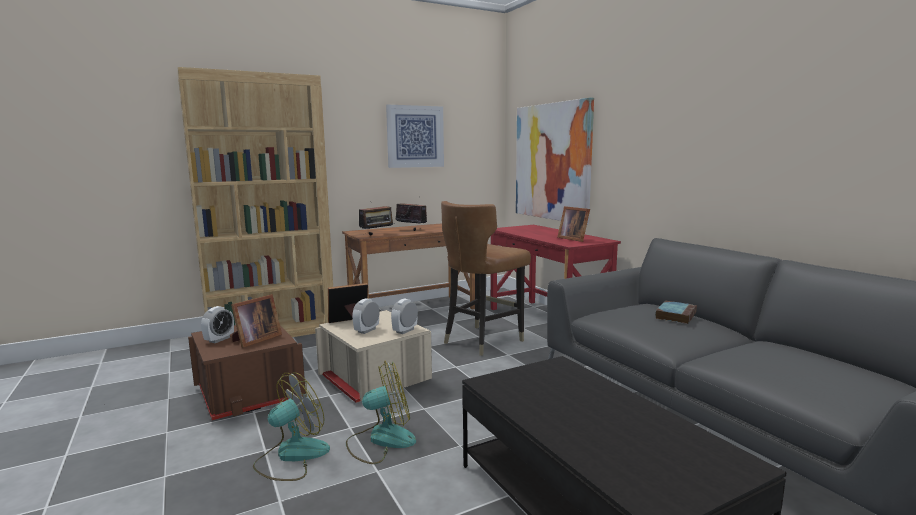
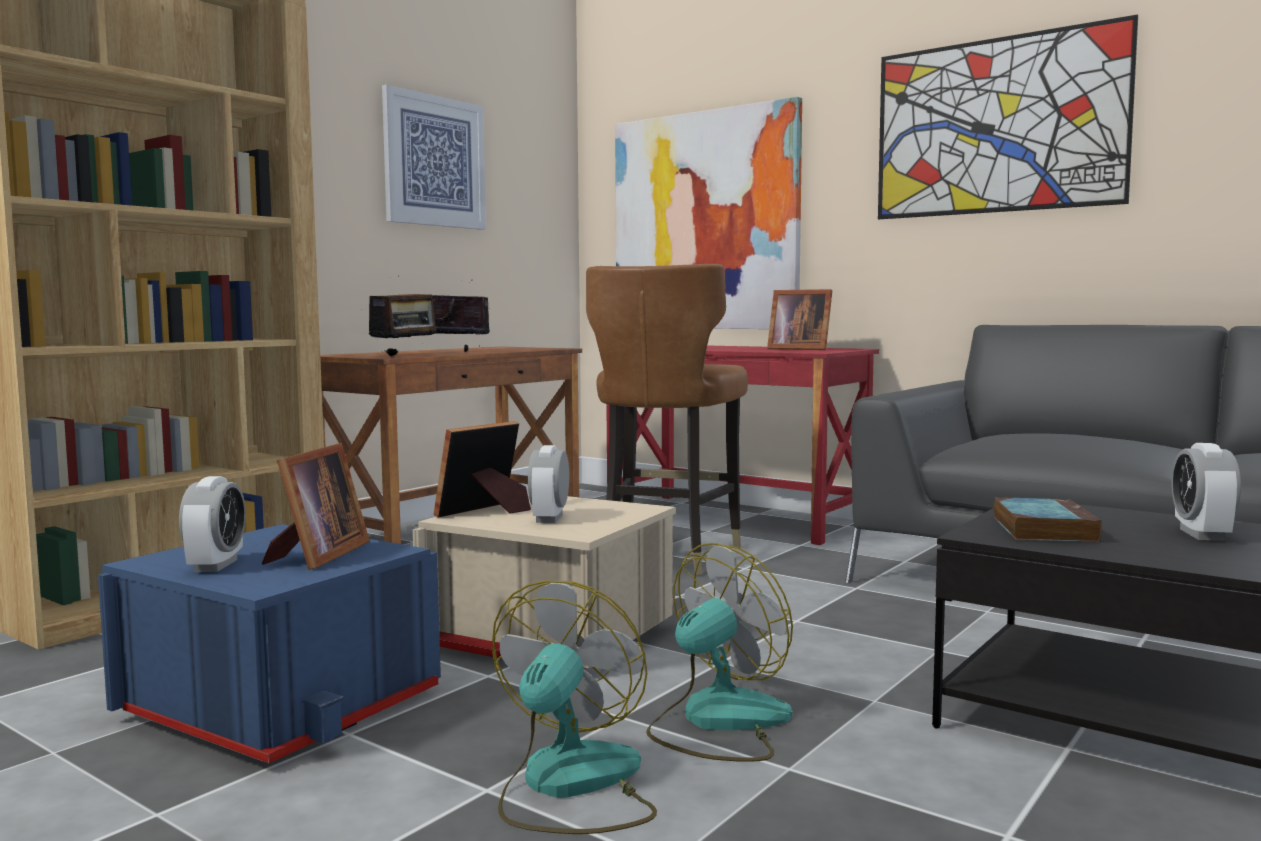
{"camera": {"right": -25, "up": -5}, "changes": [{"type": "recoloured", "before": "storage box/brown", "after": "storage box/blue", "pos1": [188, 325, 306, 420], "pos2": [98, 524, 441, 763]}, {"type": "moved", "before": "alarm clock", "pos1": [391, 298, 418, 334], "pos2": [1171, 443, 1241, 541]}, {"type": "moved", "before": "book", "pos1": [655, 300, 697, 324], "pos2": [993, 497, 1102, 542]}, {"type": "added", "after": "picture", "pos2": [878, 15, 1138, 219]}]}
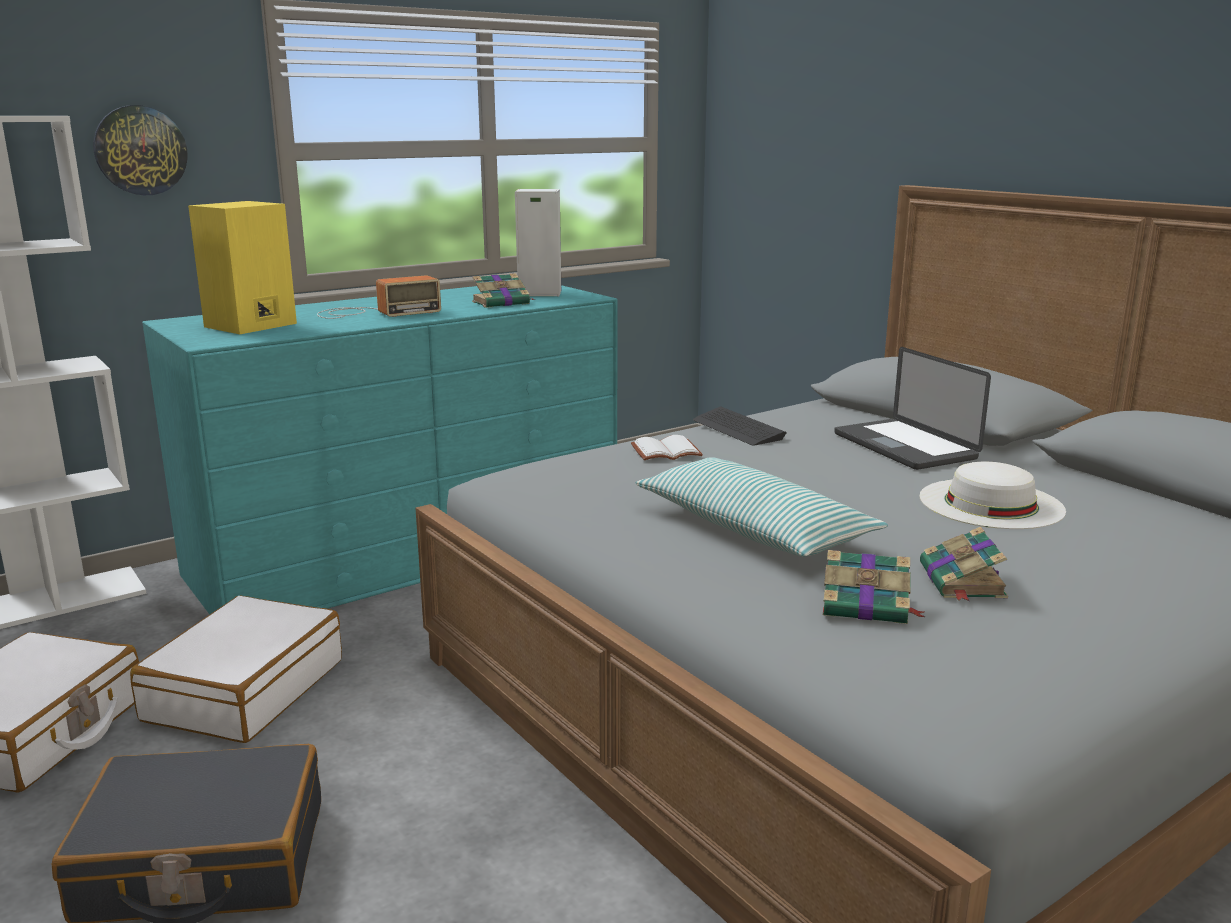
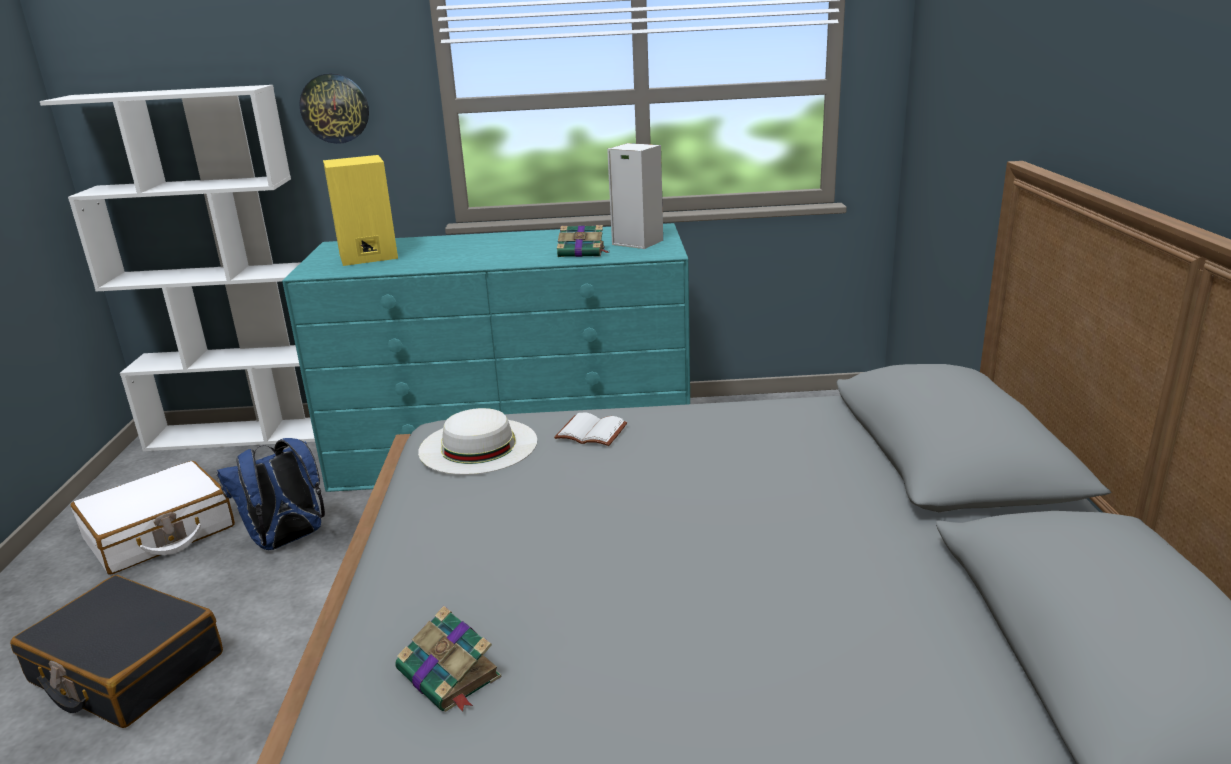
{"camera": {"right": 35, "up": 5}, "changes": [{"type": "replaced", "before": "suitcase/white", "after": "backpack/blue", "pos1": [130, 595, 342, 743], "pos2": [217, 438, 325, 550]}, {"type": "removed", "before": "radio", "pos1": [317, 275, 441, 319]}, {"type": "removed", "before": "pillow", "pos1": [636, 457, 888, 557]}, {"type": "removed", "before": "keyboard", "pos1": [693, 406, 787, 446]}, {"type": "removed", "before": "laptop", "pos1": [834, 347, 991, 470]}, {"type": "moved", "before": "hat/white", "pos1": [919, 462, 1066, 529], "pos2": [418, 408, 537, 475]}, {"type": "removed", "before": "book", "pos1": [920, 527, 1008, 601]}]}
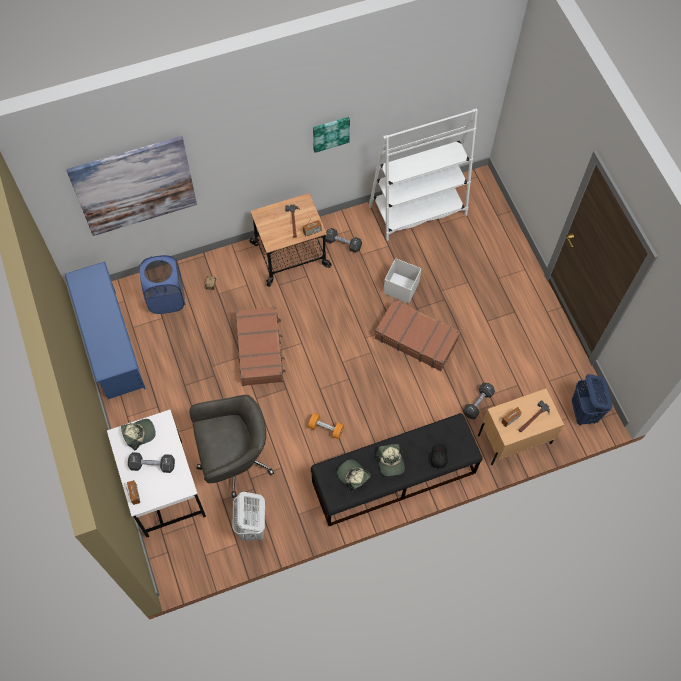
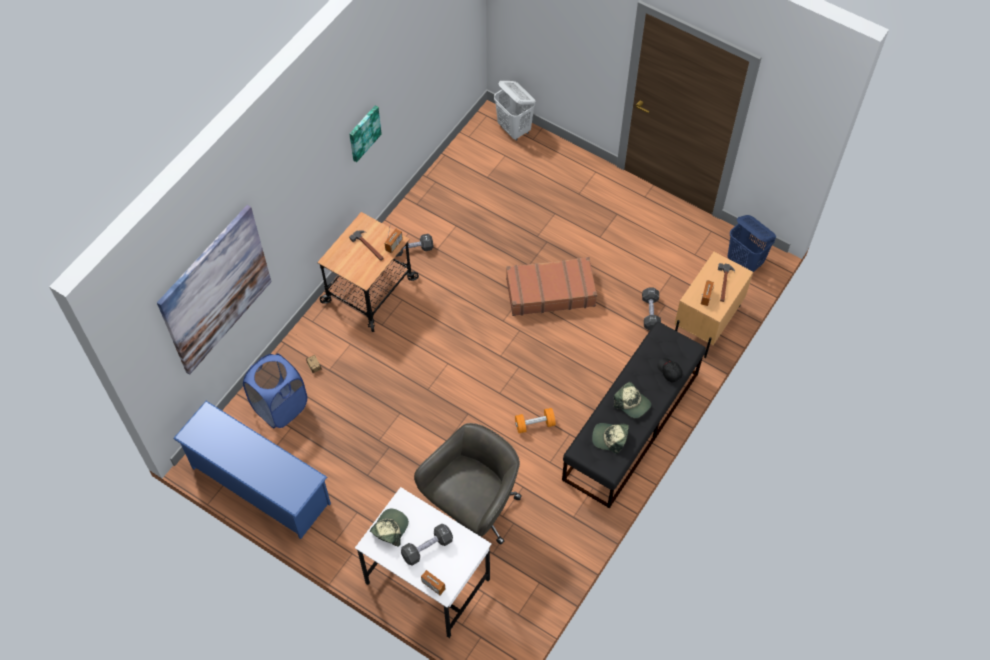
{"camera": {"right": -35, "up": -5}, "changes": [{"type": "moved", "before": "laundry basket/white", "pos1": [232, 492, 265, 541], "pos2": [494, 81, 535, 141]}, {"type": "removed", "before": "suitcase/brown", "pos1": [236, 306, 286, 386]}, {"type": "removed", "before": "bookcase/white", "pos1": [369, 108, 478, 241]}, {"type": "removed", "before": "storage box/white", "pos1": [383, 258, 421, 304]}]}
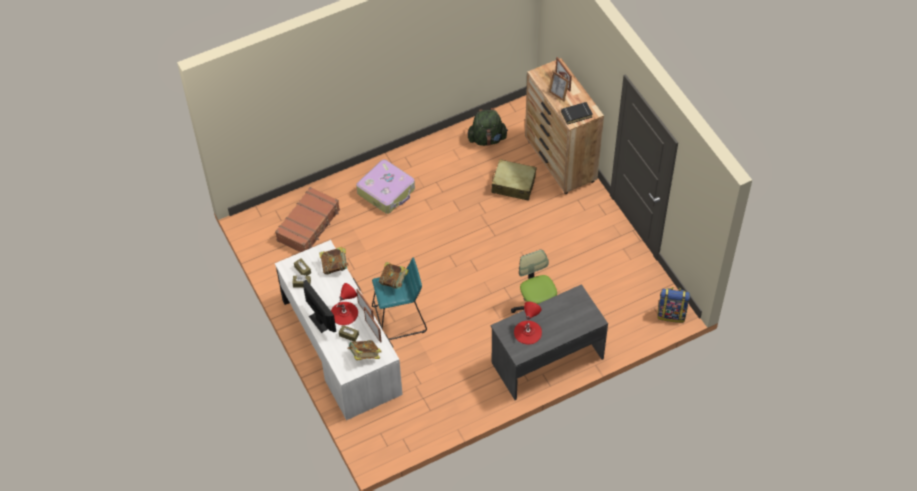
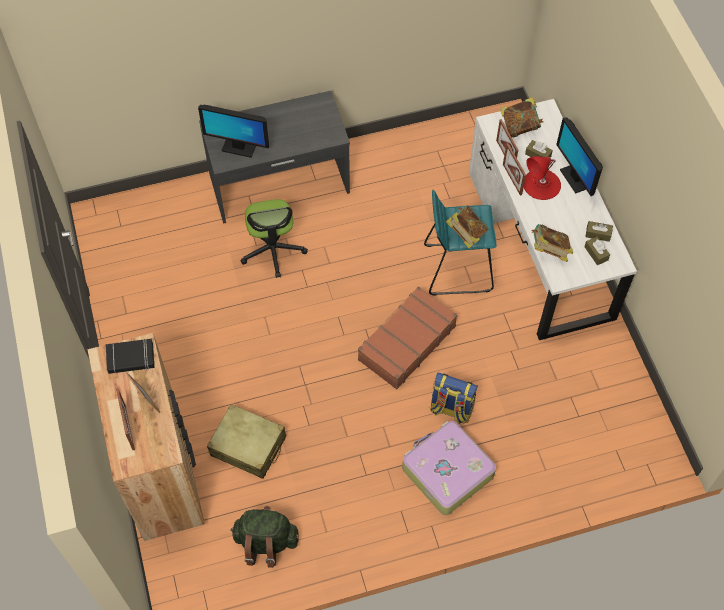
{"camera": {"right": -170, "up": 5}, "changes": [{"type": "moved", "before": "suitcase/brown", "pos1": [275, 187, 340, 252], "pos2": [358, 286, 457, 389]}, {"type": "removed", "before": "table lamp/red", "pos1": [514, 302, 542, 345]}, {"type": "moved", "before": "backpack", "pos1": [658, 287, 690, 323], "pos2": [430, 373, 478, 424]}, {"type": "added", "after": "monitor", "pos2": [198, 104, 269, 158]}]}
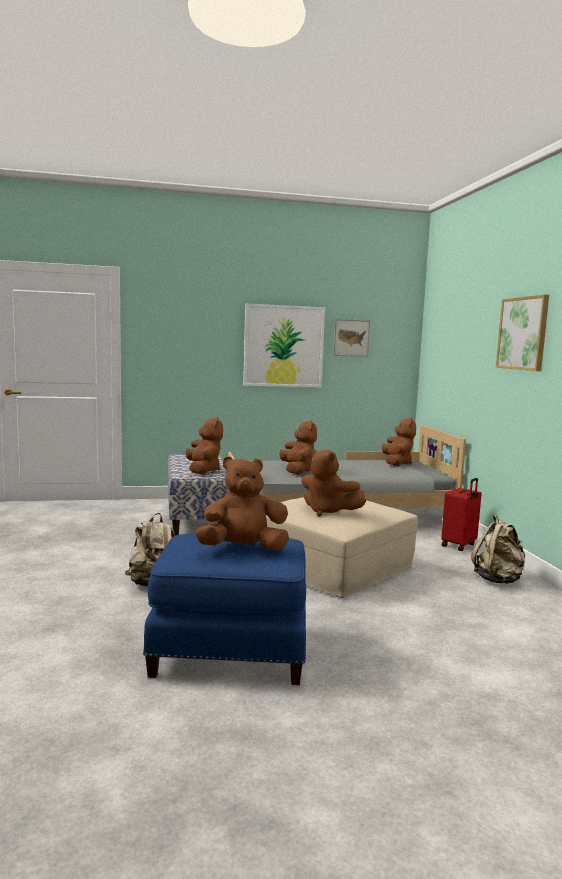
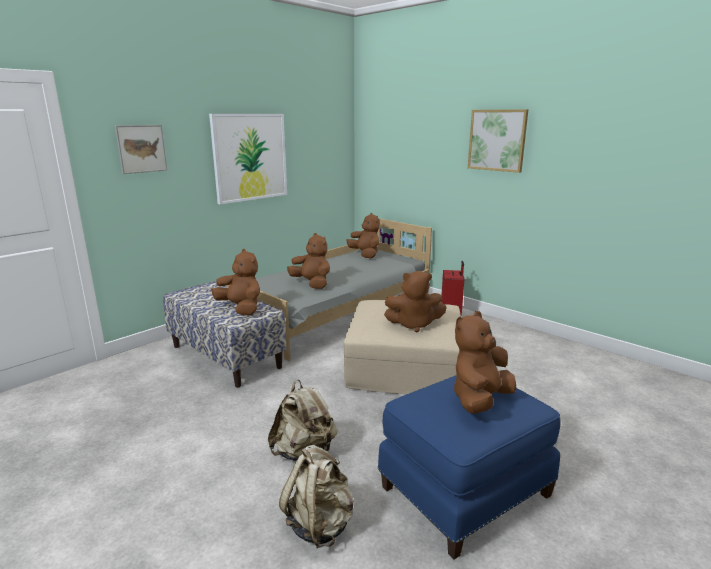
{"camera": {"right": -35, "up": 10}, "changes": [{"type": "moved", "before": "picture", "pos1": [333, 319, 370, 357], "pos2": [115, 125, 167, 174]}, {"type": "moved", "before": "backpack/beige", "pos1": [471, 514, 525, 584], "pos2": [279, 445, 354, 548]}]}
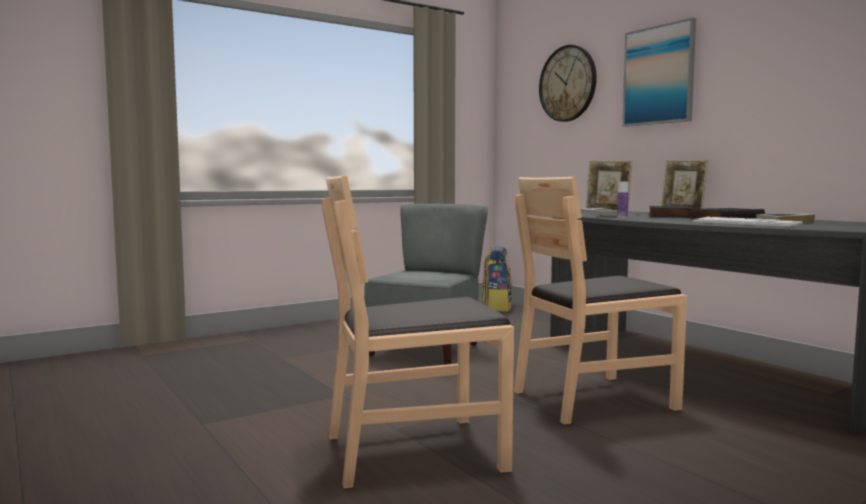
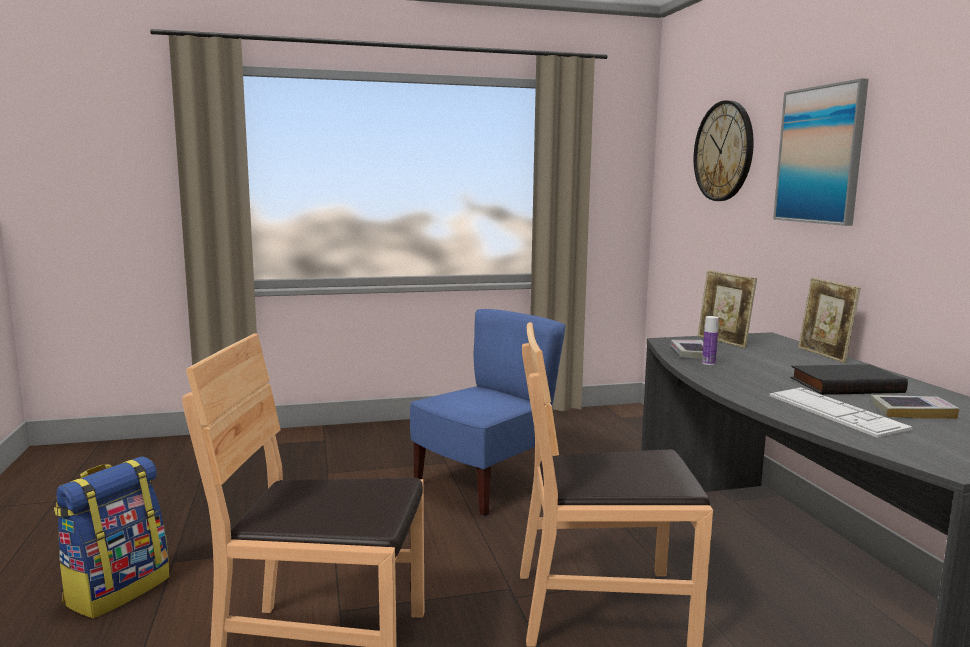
{"camera": {"right": 20, "up": 5}, "changes": [{"type": "recoloured", "before": "chair/grey", "after": "chair/blue", "pos1": [365, 204, 488, 365], "pos2": [410, 309, 566, 517]}, {"type": "moved", "before": "backpack", "pos1": [481, 246, 513, 311], "pos2": [54, 457, 170, 619]}, {"type": "removed", "before": "book/black", "pos1": [649, 206, 691, 218]}]}
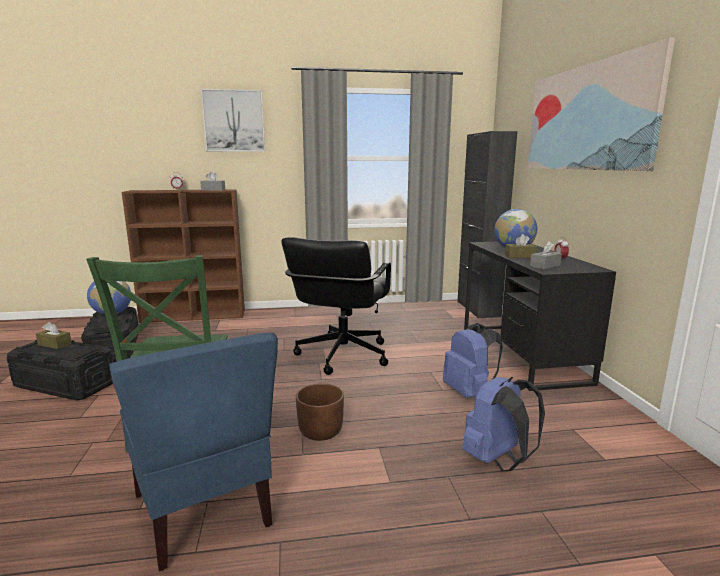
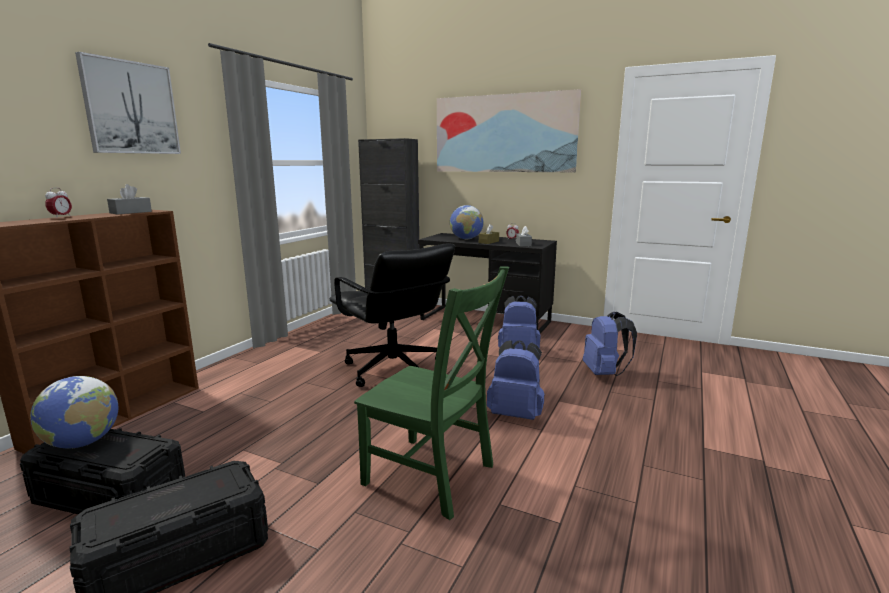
{"camera": {"right": -55, "up": 0}, "changes": [{"type": "removed", "before": "tissue box/brown", "pos1": [36, 322, 72, 349]}, {"type": "removed", "before": "chair/blue", "pos1": [109, 333, 278, 571]}, {"type": "replaced", "before": "planter/brown", "after": "backpack/blue", "pos1": [296, 383, 344, 441], "pos2": [487, 340, 544, 420]}]}
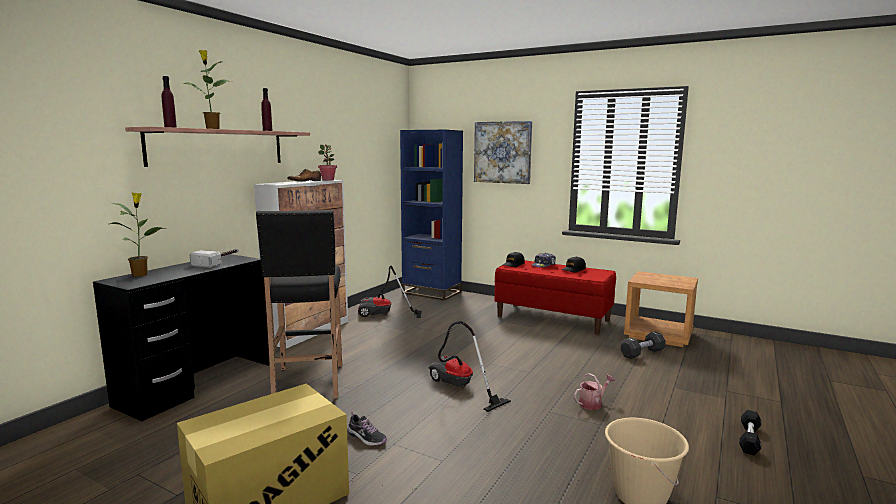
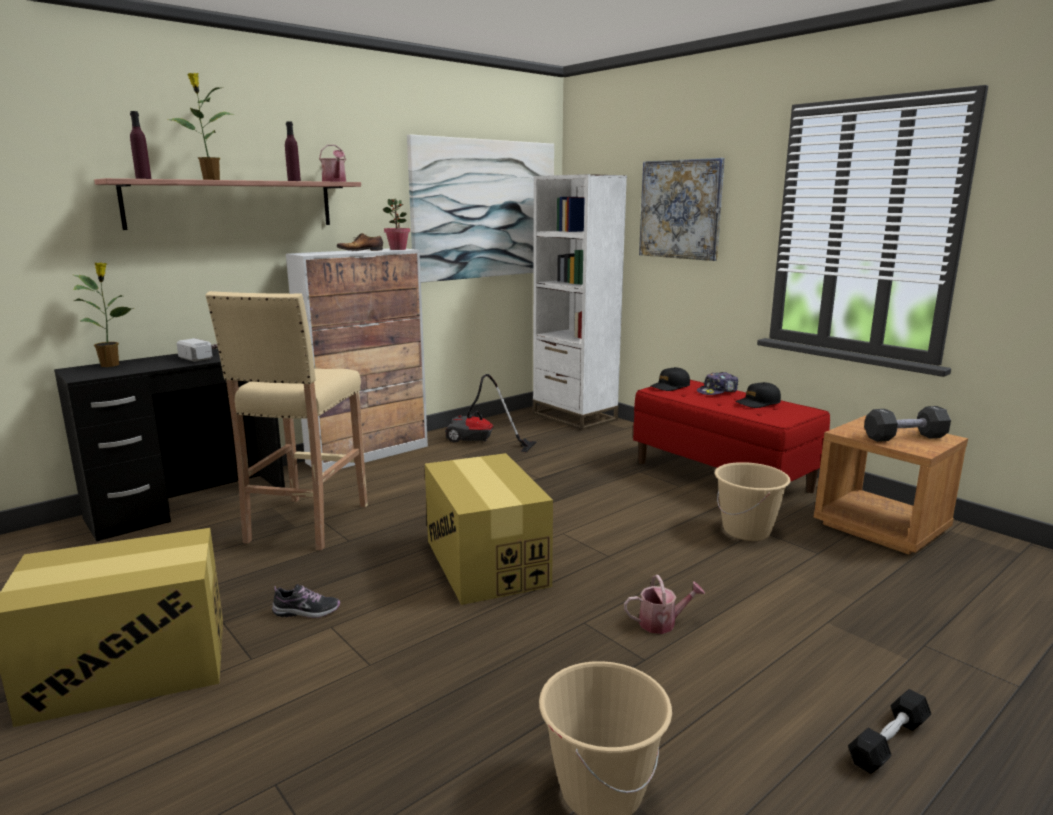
{"camera": {"right": 20, "up": 5}, "changes": [{"type": "recoloured", "before": "stool/black", "after": "stool/beige", "pos1": [256, 210, 342, 399], "pos2": [205, 291, 368, 550]}, {"type": "turned", "before": "shoe", "pos1": [348, 412, 387, 446], "pos2": [272, 584, 340, 618], "turn": -60}, {"type": "recoloured", "before": "bookcase/blue", "after": "bookcase/white", "pos1": [400, 130, 463, 301], "pos2": [533, 174, 627, 430]}, {"type": "replaced", "before": "vacuum cleaner", "after": "cardboard box", "pos1": [429, 321, 511, 412], "pos2": [425, 453, 553, 605]}, {"type": "moved", "before": "dumbbell/black", "pos1": [620, 332, 666, 359], "pos2": [864, 406, 951, 442]}, {"type": "added", "after": "watering can", "pos2": [319, 145, 346, 182]}, {"type": "added", "after": "picture", "pos2": [407, 134, 554, 283]}, {"type": "added", "after": "bucket/beige", "pos2": [714, 462, 791, 541]}]}
